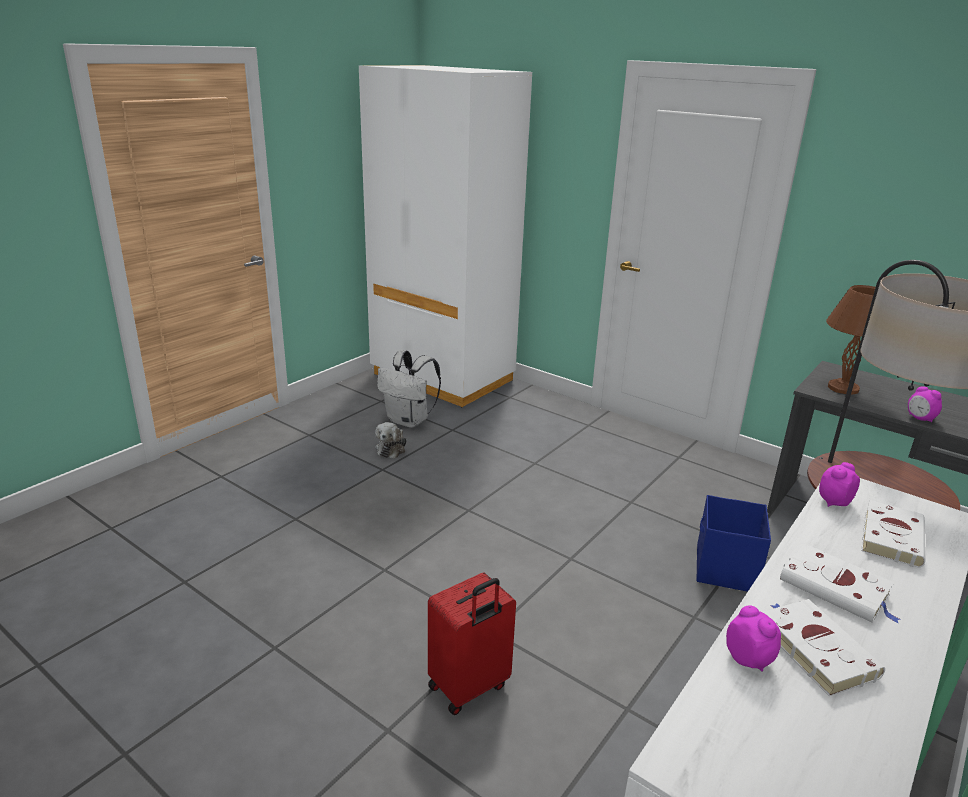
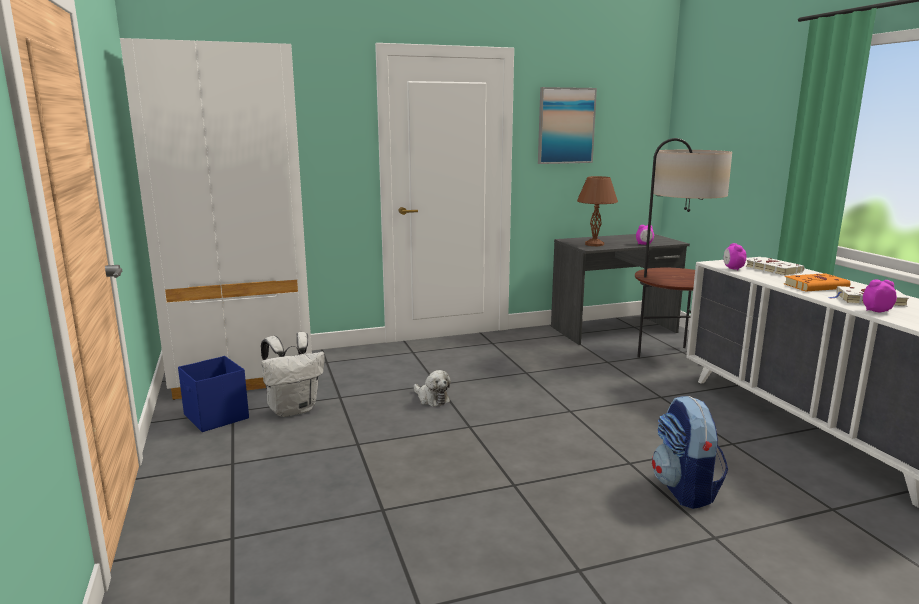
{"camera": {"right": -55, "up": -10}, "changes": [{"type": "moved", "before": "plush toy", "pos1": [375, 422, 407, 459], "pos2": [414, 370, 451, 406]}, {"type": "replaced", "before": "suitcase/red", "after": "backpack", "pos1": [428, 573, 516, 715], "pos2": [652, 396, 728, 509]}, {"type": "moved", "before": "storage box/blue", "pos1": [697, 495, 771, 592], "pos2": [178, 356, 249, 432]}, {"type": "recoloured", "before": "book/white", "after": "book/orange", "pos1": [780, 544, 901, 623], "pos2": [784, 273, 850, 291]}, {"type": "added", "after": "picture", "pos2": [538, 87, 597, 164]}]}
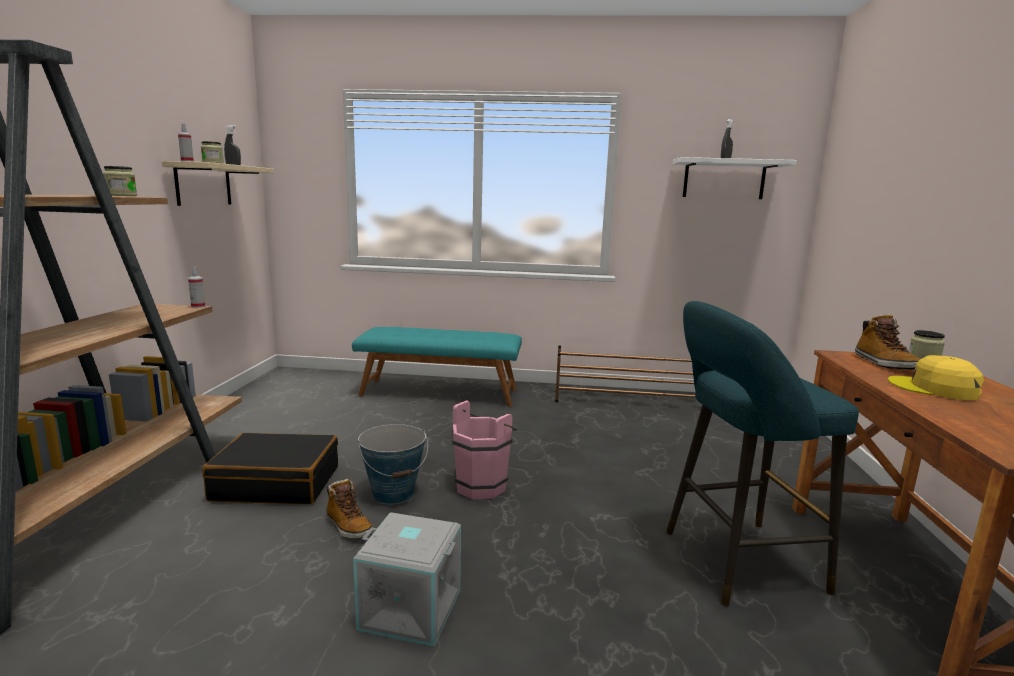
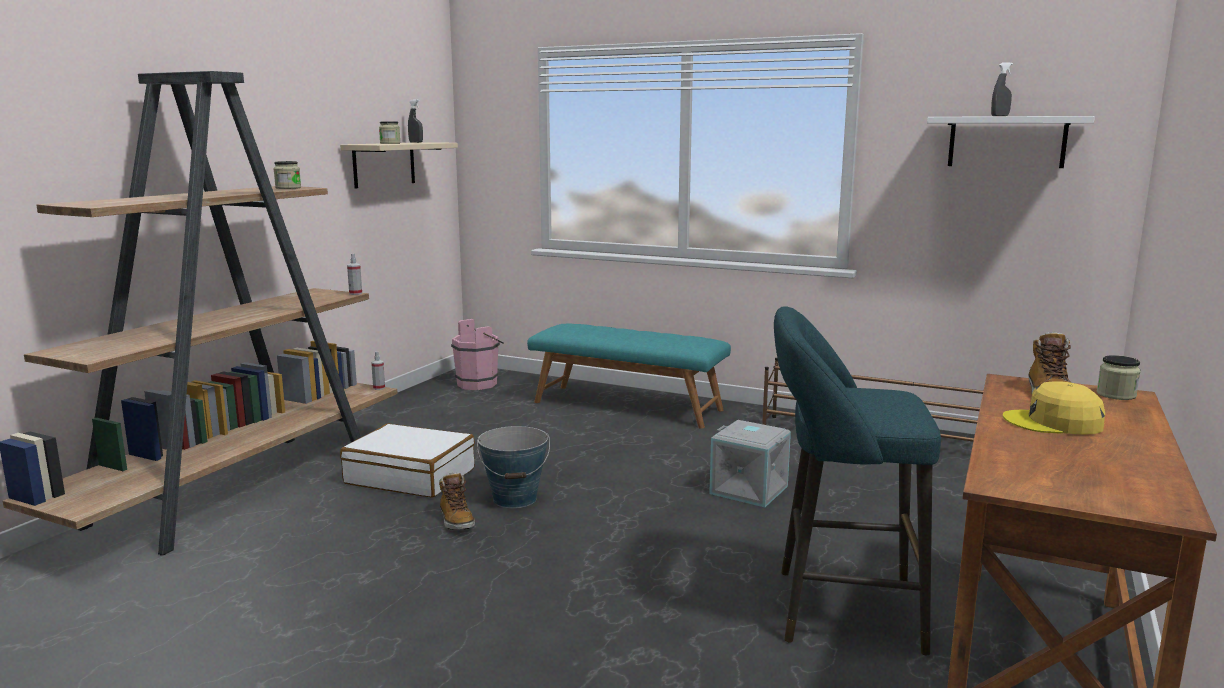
{"camera": {"right": 20, "up": 0}, "changes": [{"type": "moved", "before": "spray bottle", "pos1": [178, 124, 194, 162], "pos2": [371, 351, 385, 390]}, {"type": "recoloured", "before": "suitcase/black", "after": "suitcase/white", "pos1": [202, 433, 338, 504], "pos2": [340, 423, 475, 497]}, {"type": "moved", "before": "storage box/grey", "pos1": [353, 512, 461, 647], "pos2": [709, 420, 791, 507]}, {"type": "moved", "before": "bucket/pink", "pos1": [452, 400, 517, 499], "pos2": [451, 319, 504, 390]}, {"type": "turned", "before": "cap/yellow", "pos1": [888, 355, 984, 400], "pos2": [1003, 381, 1105, 435], "turn": -45}]}
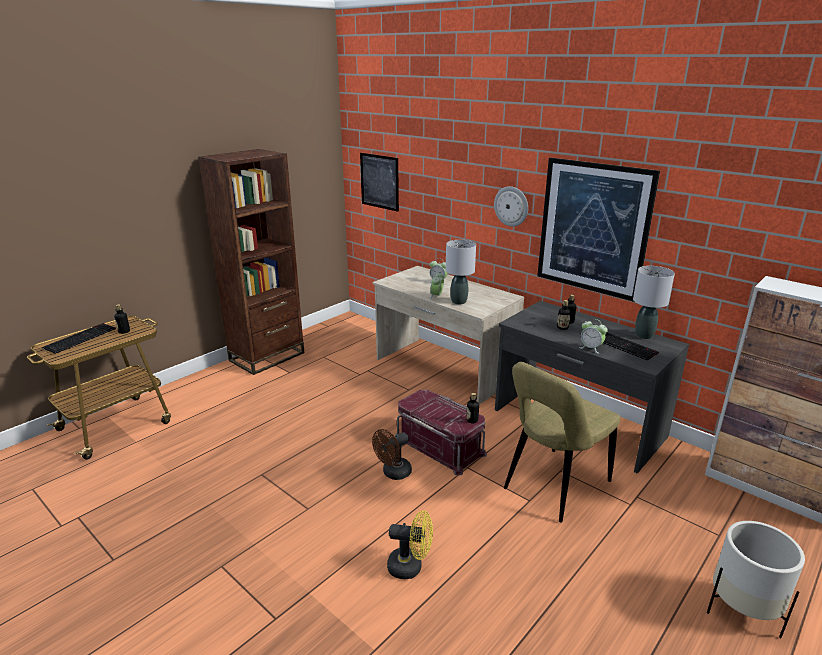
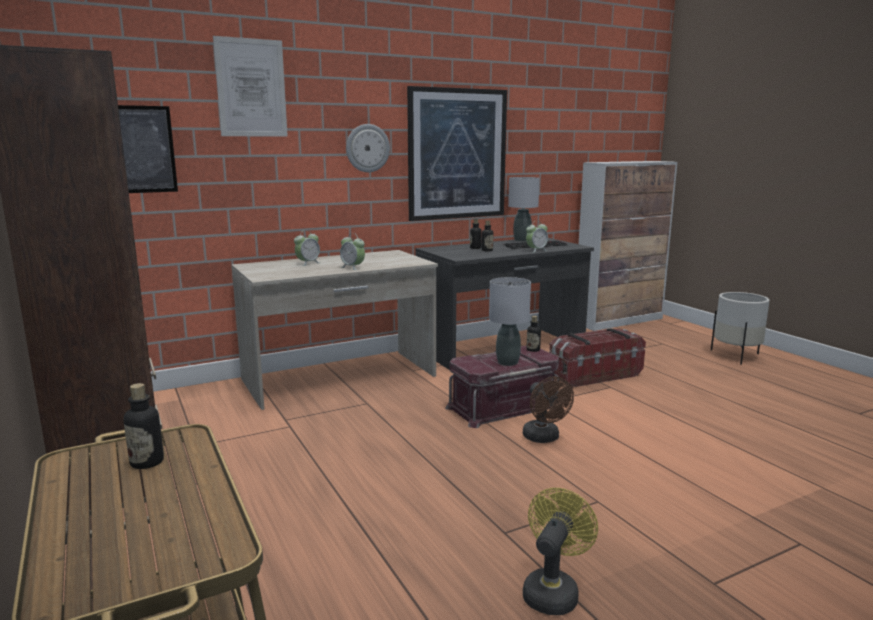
{"camera": {"right": -70, "up": -10}, "changes": [{"type": "removed", "before": "keyboard", "pos1": [42, 323, 116, 354]}, {"type": "moved", "before": "fan/yellow", "pos1": [387, 510, 433, 579], "pos2": [523, 488, 598, 615]}, {"type": "moved", "before": "table lamp/grey", "pos1": [446, 240, 476, 304], "pos2": [489, 277, 531, 366]}, {"type": "replaced", "before": "chair/beige", "after": "storage box", "pos1": [504, 362, 620, 523], "pos2": [549, 328, 646, 387]}, {"type": "added", "after": "picture", "pos2": [213, 36, 288, 136]}]}
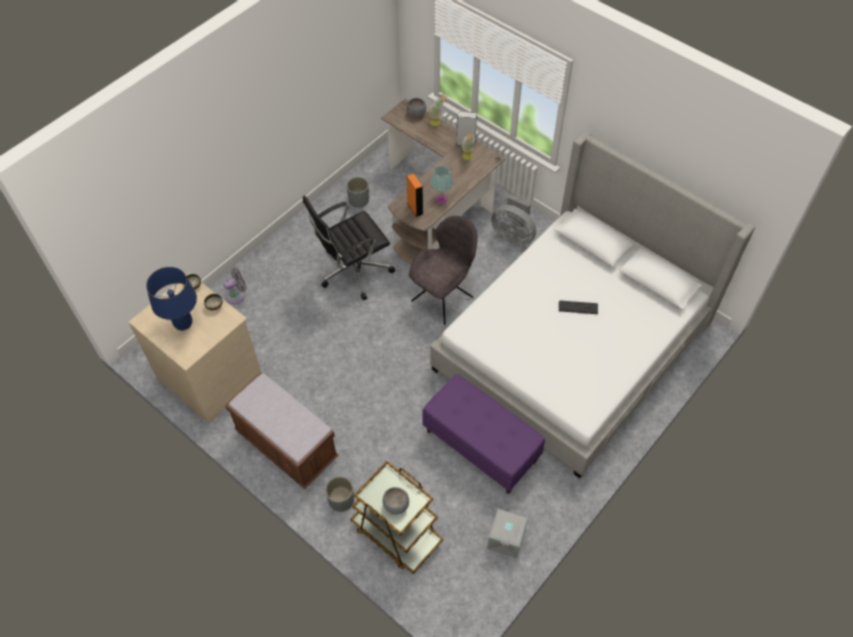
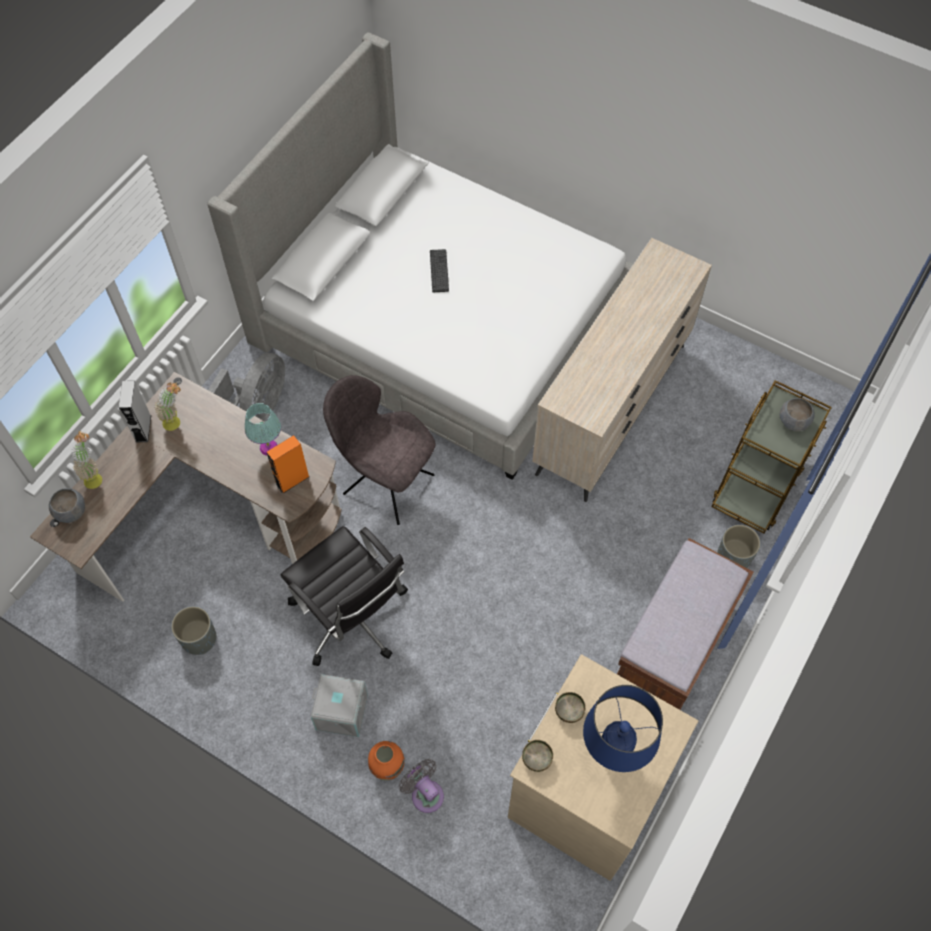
{"camera": {"right": -100, "up": 5}, "changes": [{"type": "replaced", "before": "bench/purple", "after": "dresser/beige", "pos1": [422, 374, 545, 494], "pos2": [532, 238, 712, 502]}, {"type": "moved", "before": "storage box/grey", "pos1": [487, 509, 528, 558], "pos2": [311, 674, 368, 737]}, {"type": "added", "after": "vase/orange", "pos2": [368, 741, 405, 781]}]}
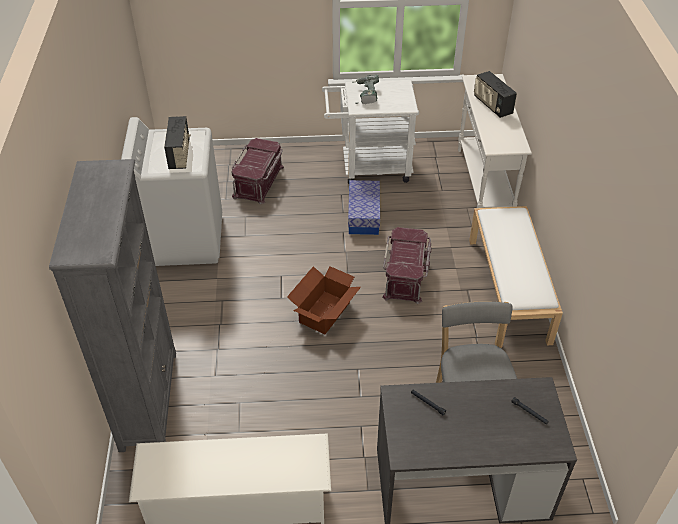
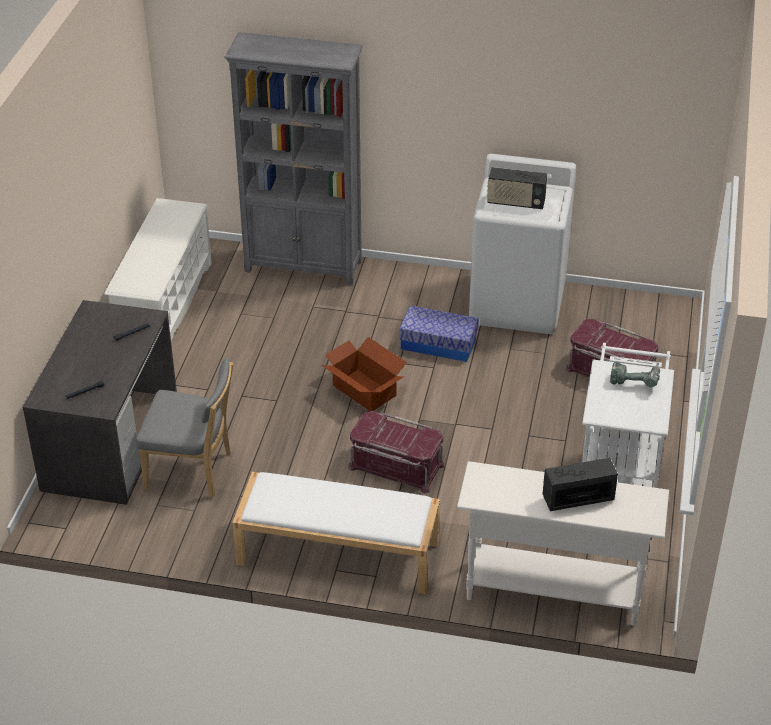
{"camera": {"right": 105, "up": -5}, "changes": [{"type": "moved", "before": "storage box", "pos1": [348, 180, 380, 235], "pos2": [399, 305, 479, 362]}]}
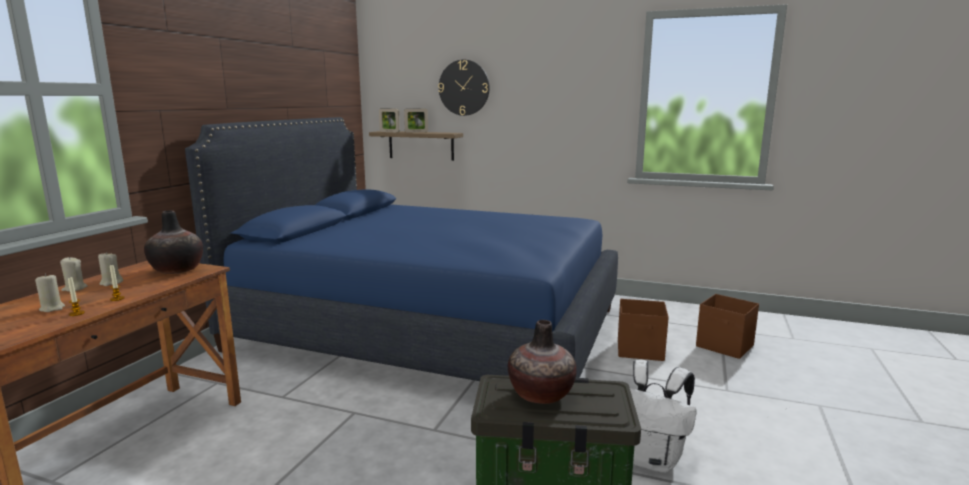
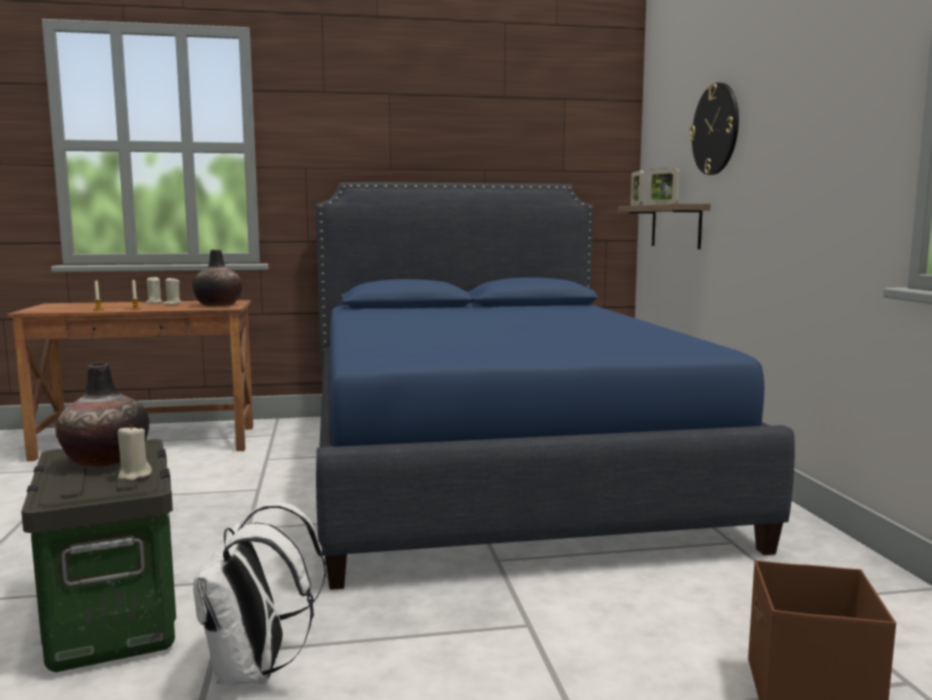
{"camera": {"right": 60, "up": -5}, "changes": [{"type": "moved", "before": "candle/beige", "pos1": [35, 274, 65, 312], "pos2": [118, 425, 152, 481]}, {"type": "removed", "before": "storage box/brown", "pos1": [618, 299, 669, 361]}]}
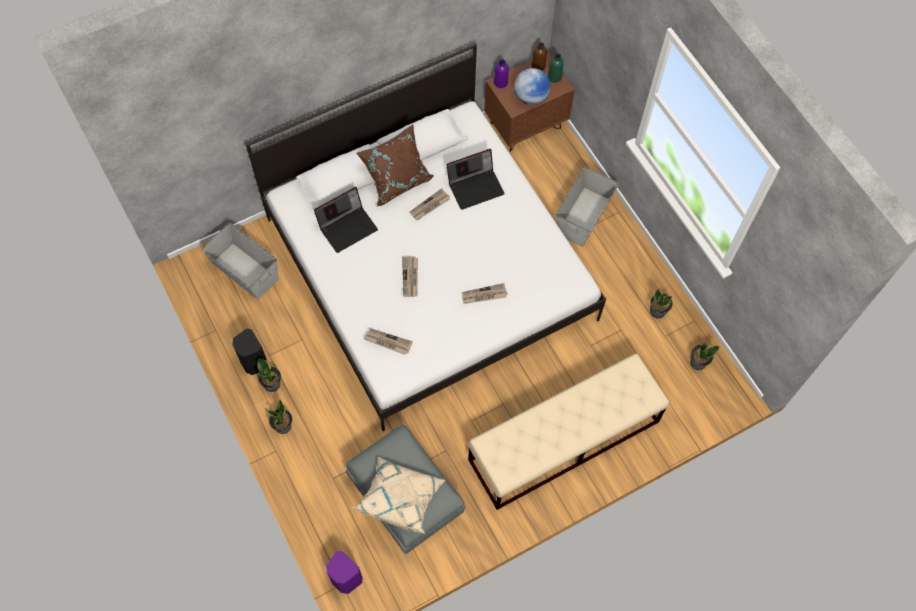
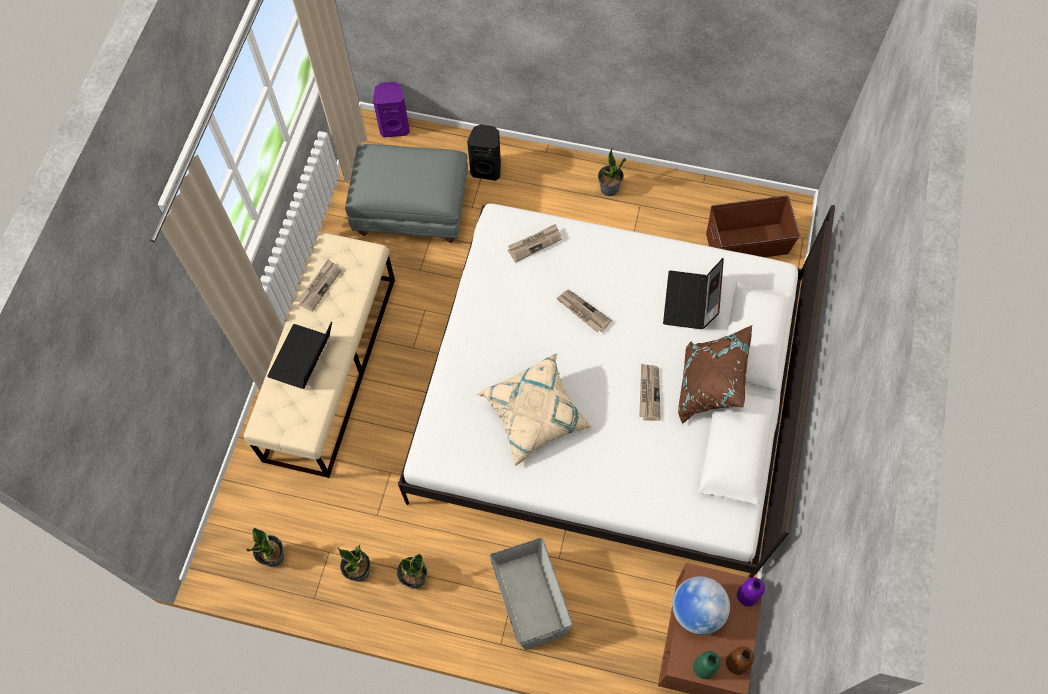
{"camera": {"right": 135, "up": 0}, "changes": [{"type": "recoloured", "before": "storage box/grey", "after": "storage box/brown", "pos1": [202, 223, 279, 300], "pos2": [706, 196, 800, 257]}, {"type": "moved", "before": "speaker/black", "pos1": [232, 328, 267, 375], "pos2": [467, 124, 501, 181]}, {"type": "moved", "before": "potted plant", "pos1": [265, 400, 292, 434], "pos2": [397, 554, 427, 589]}, {"type": "moved", "before": "pillow/beige", "pos1": [352, 457, 445, 534], "pos2": [476, 353, 593, 467]}, {"type": "moved", "before": "laptop", "pos1": [447, 149, 505, 210], "pos2": [267, 321, 332, 389]}, {"type": "moved", "before": "newspaper", "pos1": [462, 283, 508, 304], "pos2": [297, 259, 342, 312]}]}
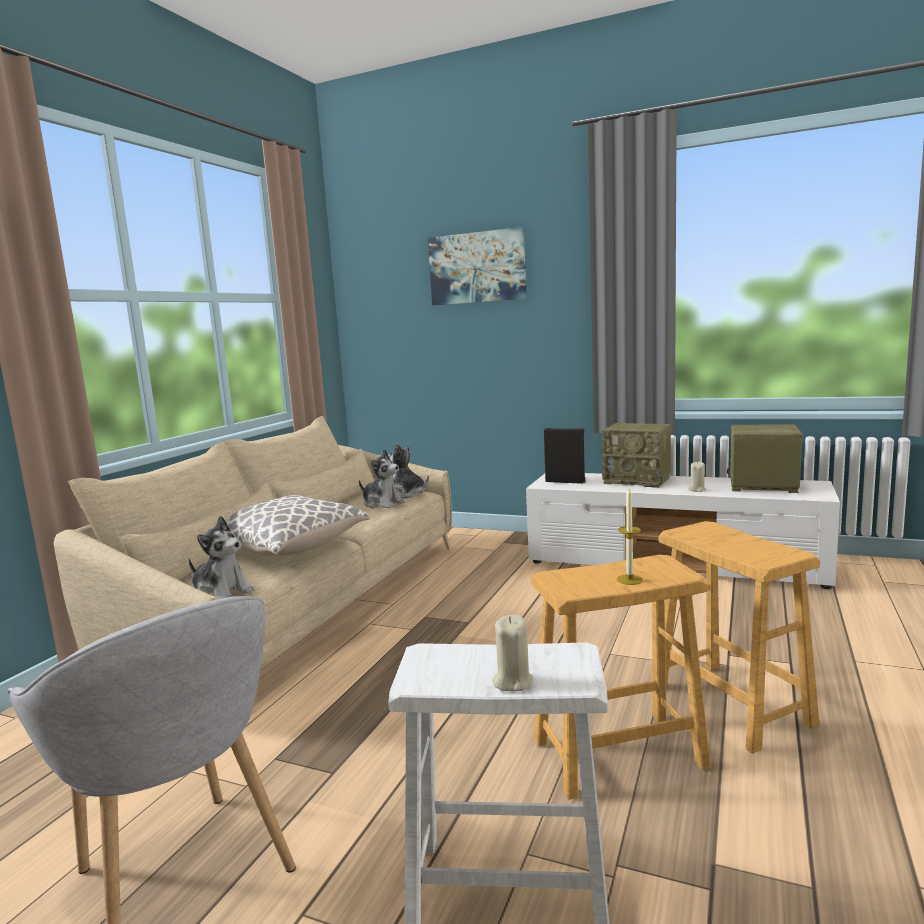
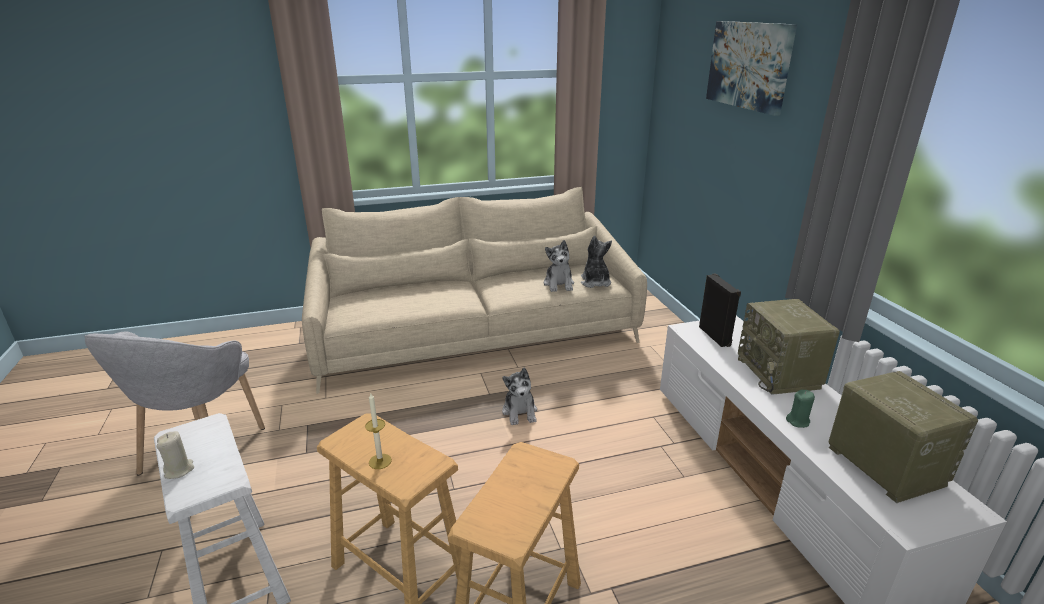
{"camera": {"right": 50, "up": 15}, "changes": [{"type": "moved", "before": "plush toy", "pos1": [188, 516, 255, 599], "pos2": [502, 367, 537, 425]}, {"type": "removed", "before": "pillow", "pos1": [226, 495, 370, 556]}, {"type": "recoloured", "before": "candle/beige", "after": "candle/green", "pos1": [688, 461, 706, 492], "pos2": [786, 390, 815, 428]}]}
